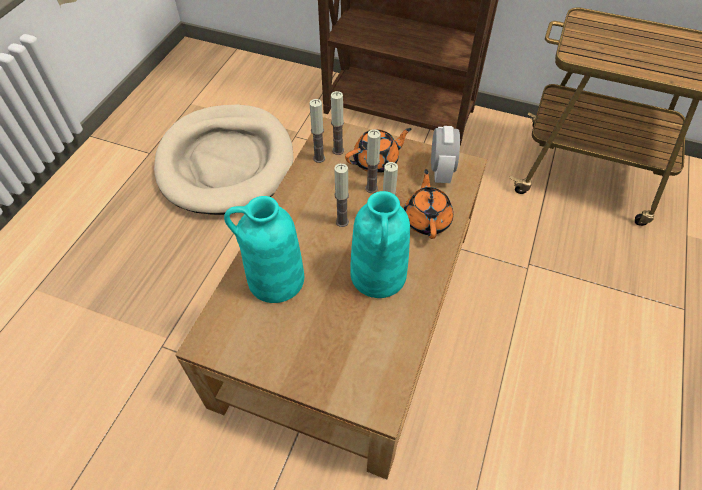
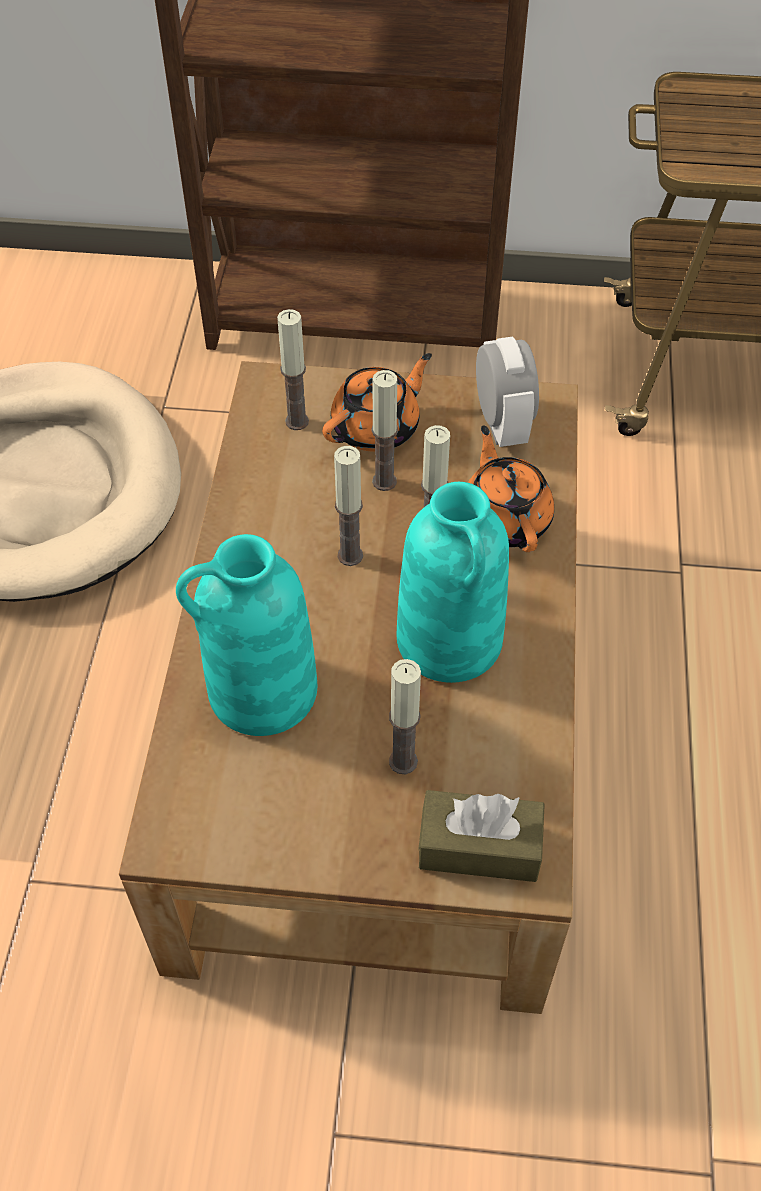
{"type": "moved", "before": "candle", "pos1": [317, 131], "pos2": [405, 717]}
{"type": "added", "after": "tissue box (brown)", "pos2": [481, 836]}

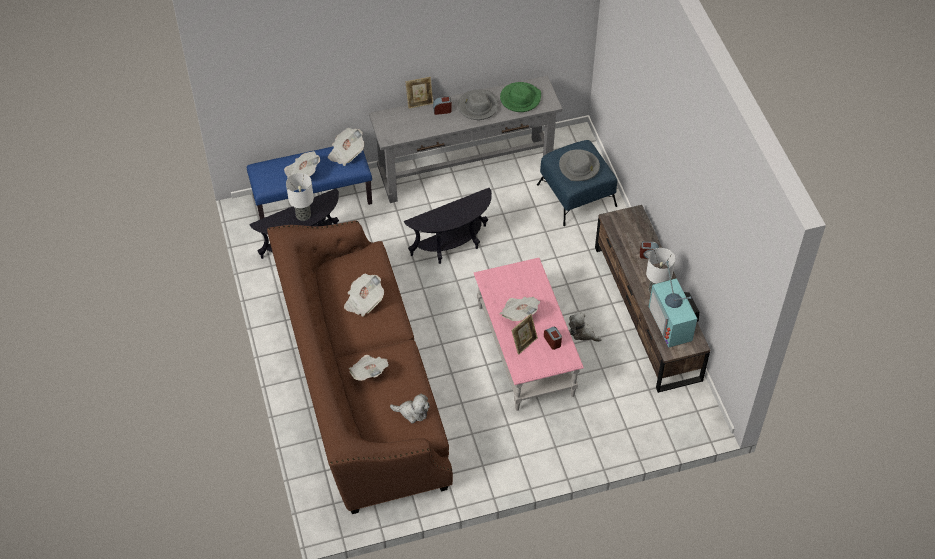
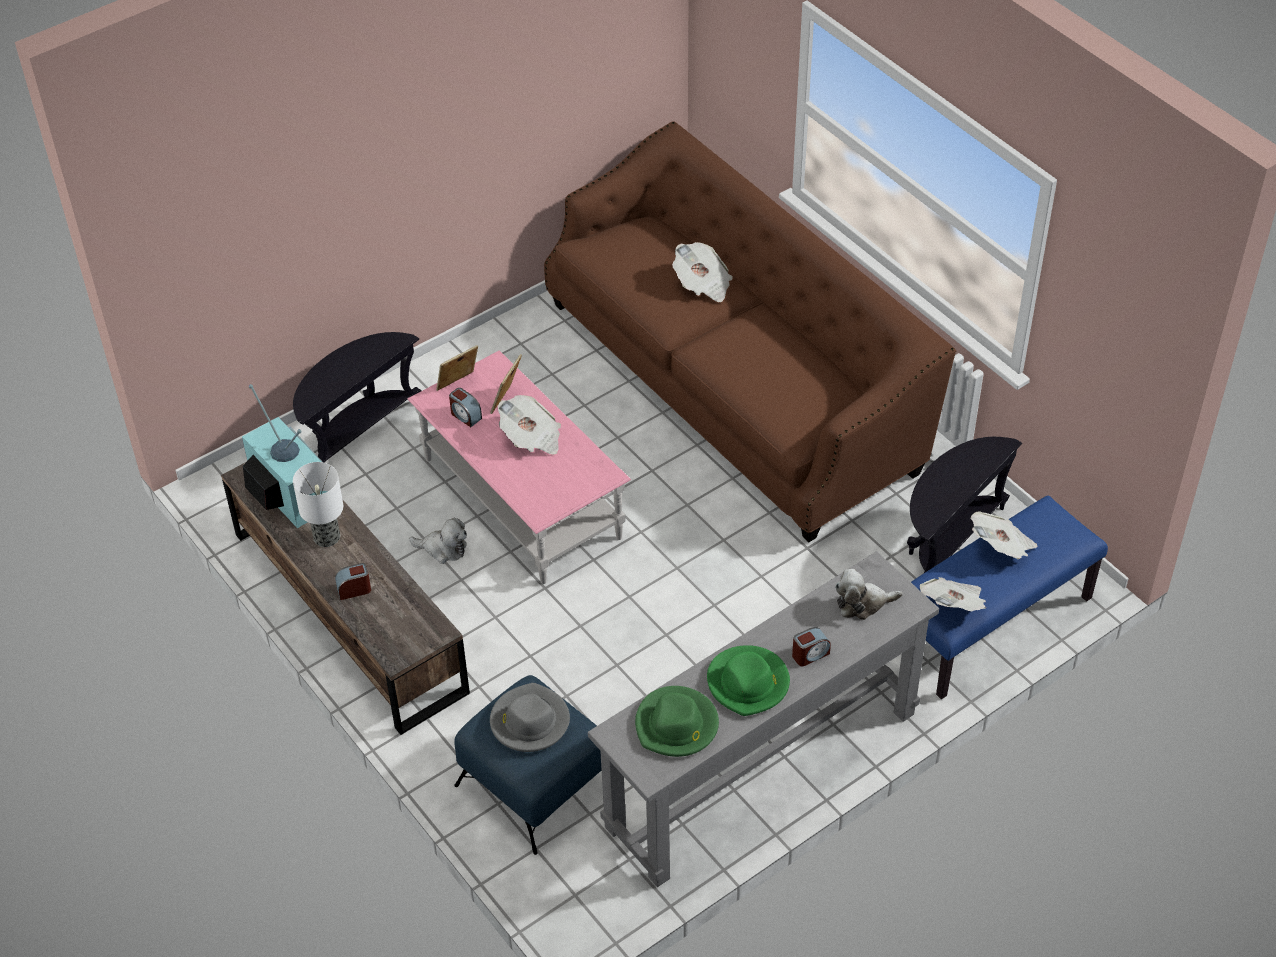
{"type": "moved", "before": "side table (black)", "pos1": [448, 226], "pos2": [357, 397]}
{"type": "moved", "before": "picture frame", "pos1": [419, 93], "pos2": [457, 368]}
{"type": "recoloured", "before": "hat (grey)", "after": "hat (green)", "pos1": [478, 105], "pos2": [748, 680]}
{"type": "moved", "before": "plush toy", "pos1": [410, 409], "pos2": [869, 594]}
{"type": "removed", "before": "table lamp", "pos1": [300, 197]}
{"type": "removed", "before": "newspaper", "pos1": [364, 295]}

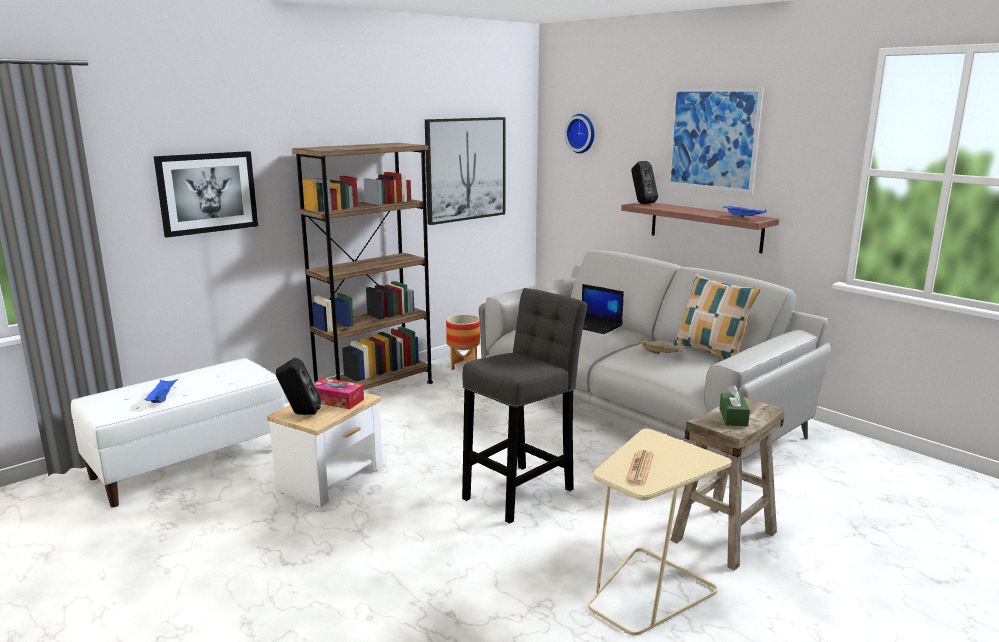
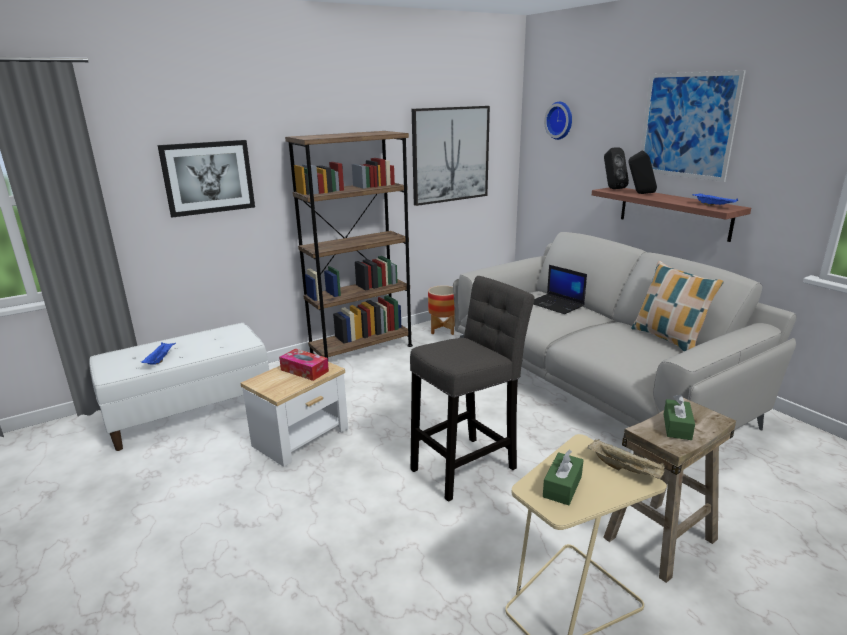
{"type": "replaced", "before": "newspaper", "after": "tissue box (green)", "pos1": [639, 467], "pos2": [563, 477]}
{"type": "moved", "before": "tray (beige)", "pos1": [661, 346], "pos2": [626, 459]}
{"type": "moved", "before": "speaker (black)", "pos1": [298, 386], "pos2": [643, 172]}

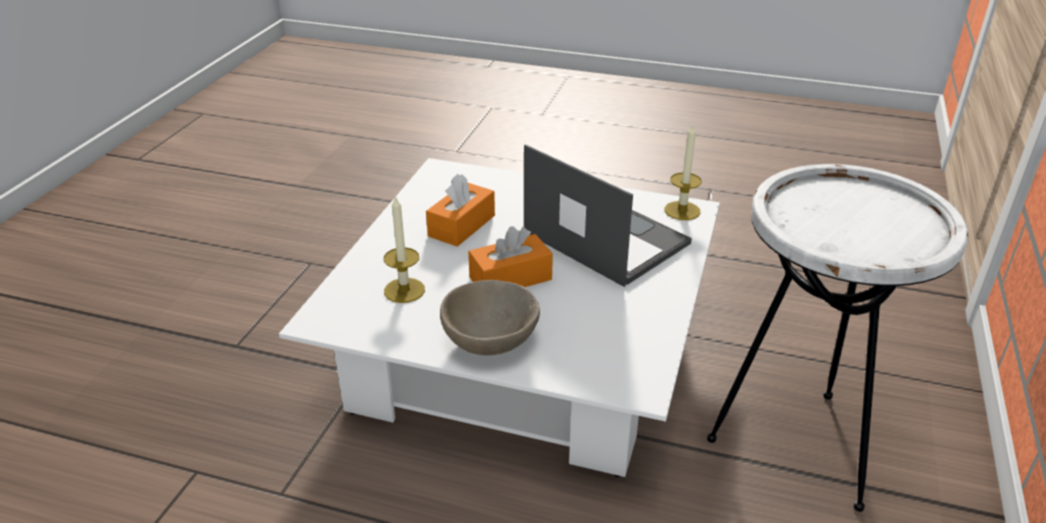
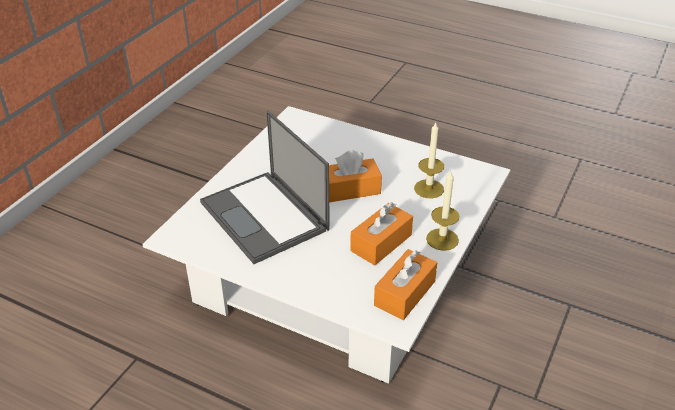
{"type": "added", "after": "tissue box (orange)", "pos2": [405, 284]}
{"type": "moved", "before": "candle", "pos1": [683, 172], "pos2": [443, 211]}
{"type": "removed", "before": "bowl (beige)", "pos1": [490, 317]}
{"type": "removed", "before": "side table (white)", "pos1": [837, 338]}

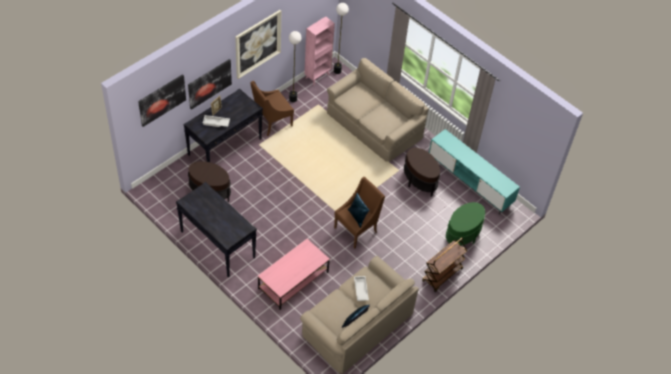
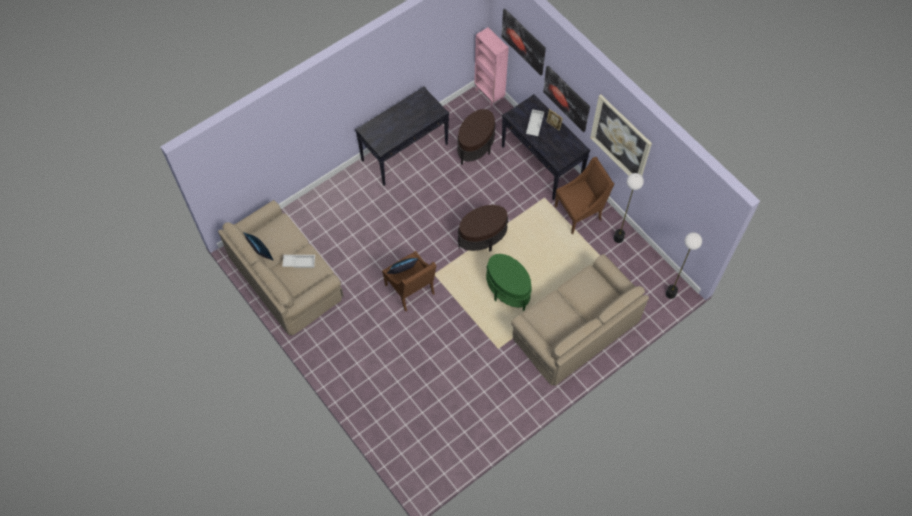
{"type": "moved", "before": "side table (brown)", "pos1": [422, 172], "pos2": [483, 228]}
{"type": "moved", "before": "bookcase (pink)", "pos1": [319, 50], "pos2": [491, 66]}
{"type": "moved", "before": "side table (green)", "pos1": [465, 224], "pos2": [509, 282]}
{"type": "turned", "before": "armchair (brown)", "pos1": [272, 108], "pos2": [584, 195], "turn": 90}
{"type": "removed", "before": "coffee table (pink)", "pos1": [294, 274]}
{"type": "removed", "before": "cart (brown)", "pos1": [444, 265]}
{"type": "removed", "before": "tv stand (turquoise)", "pos1": [474, 172]}

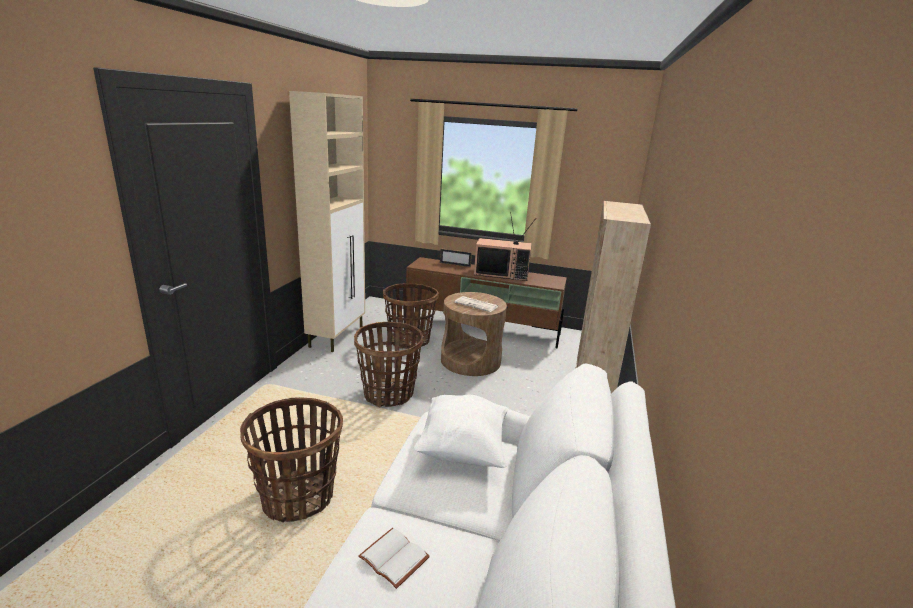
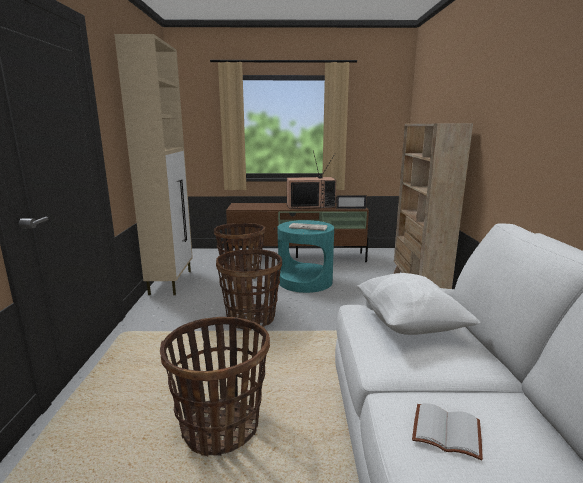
{"type": "recoloured", "before": "side table (brown)", "after": "side table (turquoise)", "pos1": [474, 334], "pos2": [306, 256]}
{"type": "moved", "before": "picture frame", "pos1": [456, 257], "pos2": [351, 202]}

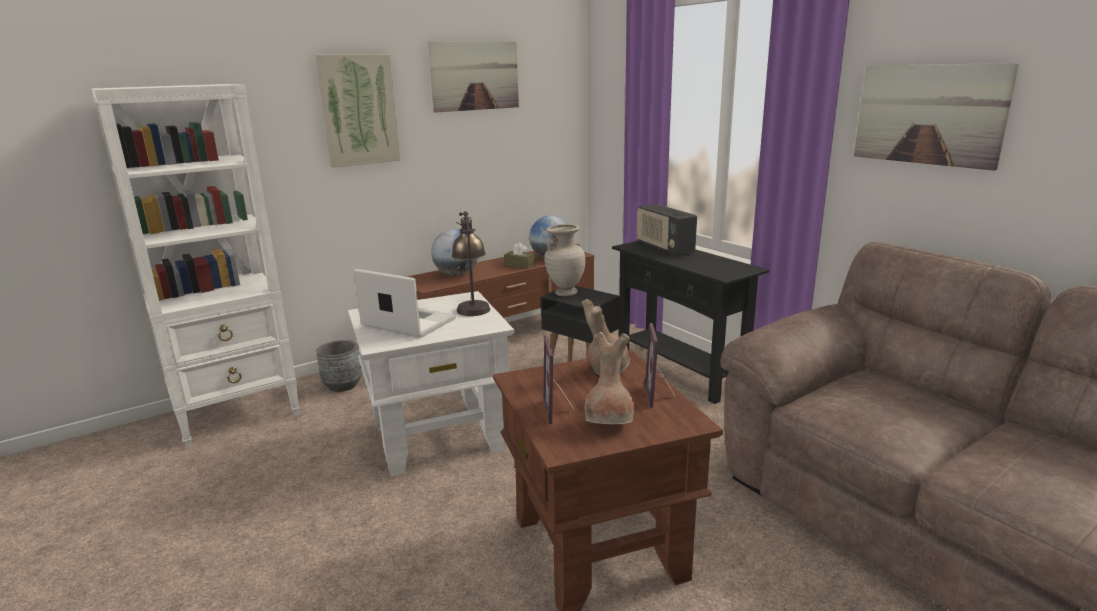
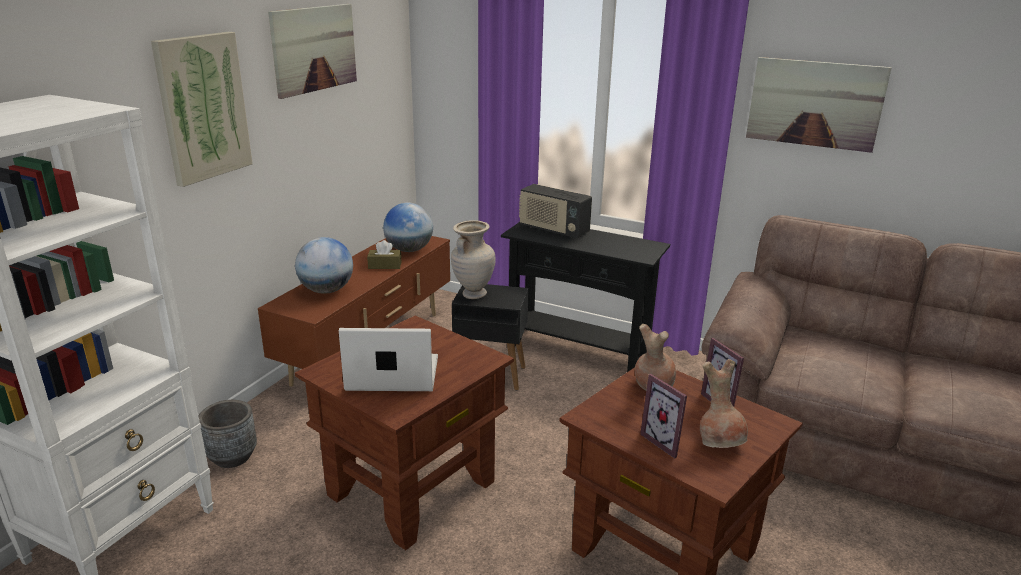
{"type": "recoloured", "before": "side table (white)", "after": "side table (brown)", "pos1": [431, 384], "pos2": [404, 433]}
{"type": "removed", "before": "table lamp", "pos1": [471, 263]}

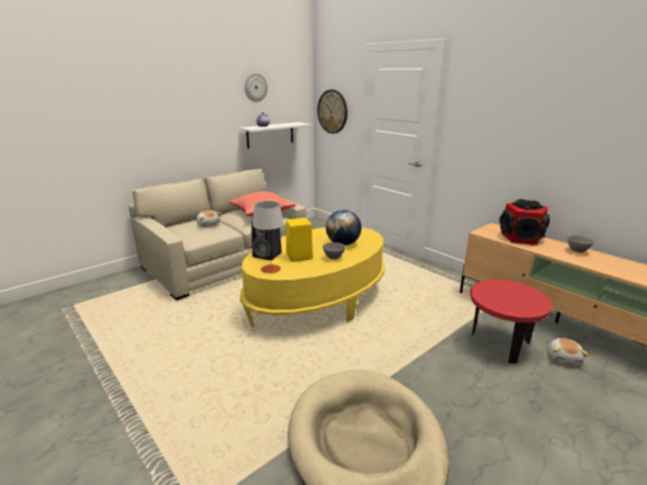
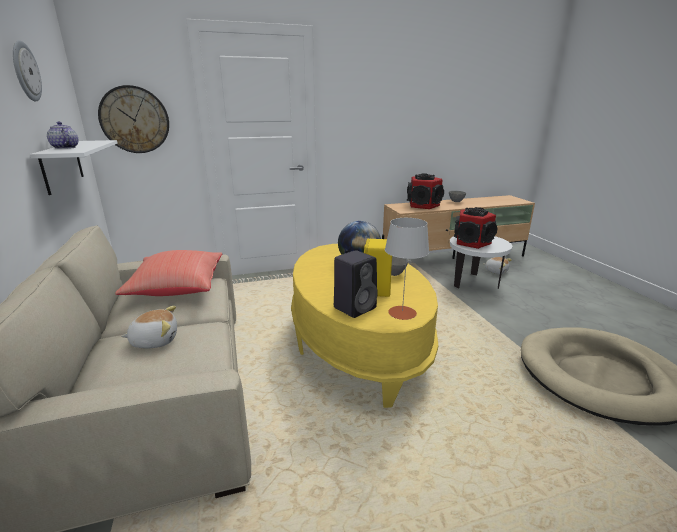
{"type": "recoloured", "before": "side table (red)", "after": "side table (white)", "pos1": [511, 321], "pos2": [481, 262]}
{"type": "added", "after": "speaker", "pos2": [475, 228]}

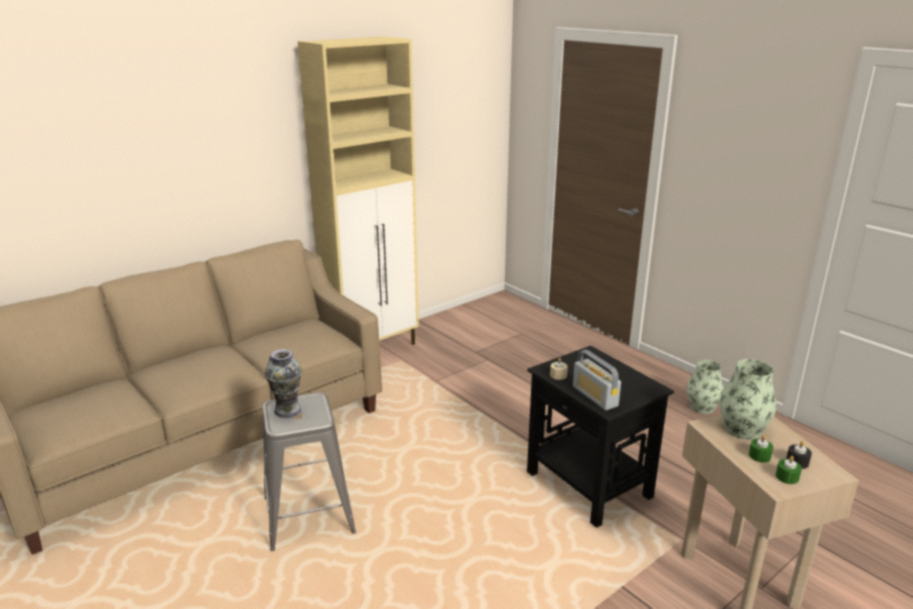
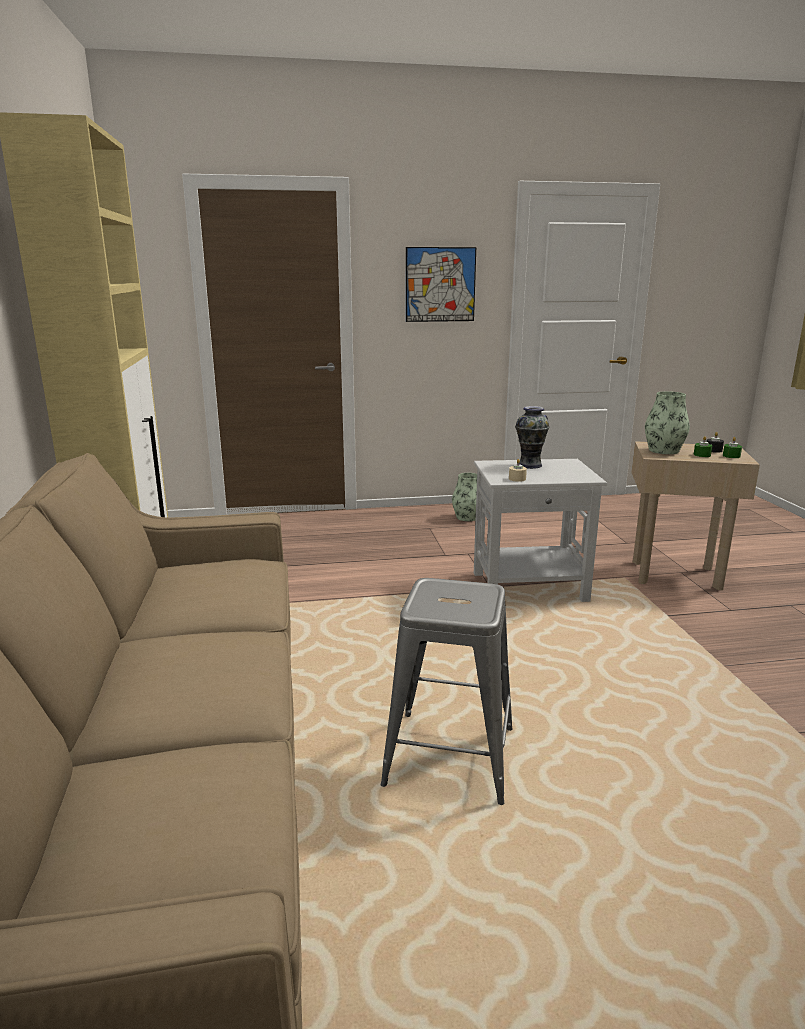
{"type": "added", "after": "picture", "pos2": [441, 284]}
{"type": "recoloured", "before": "side table (black)", "after": "side table (white)", "pos1": [600, 437], "pos2": [540, 530]}
{"type": "moved", "before": "vase", "pos1": [283, 383], "pos2": [532, 437]}
{"type": "removed", "before": "radio", "pos1": [597, 379]}

